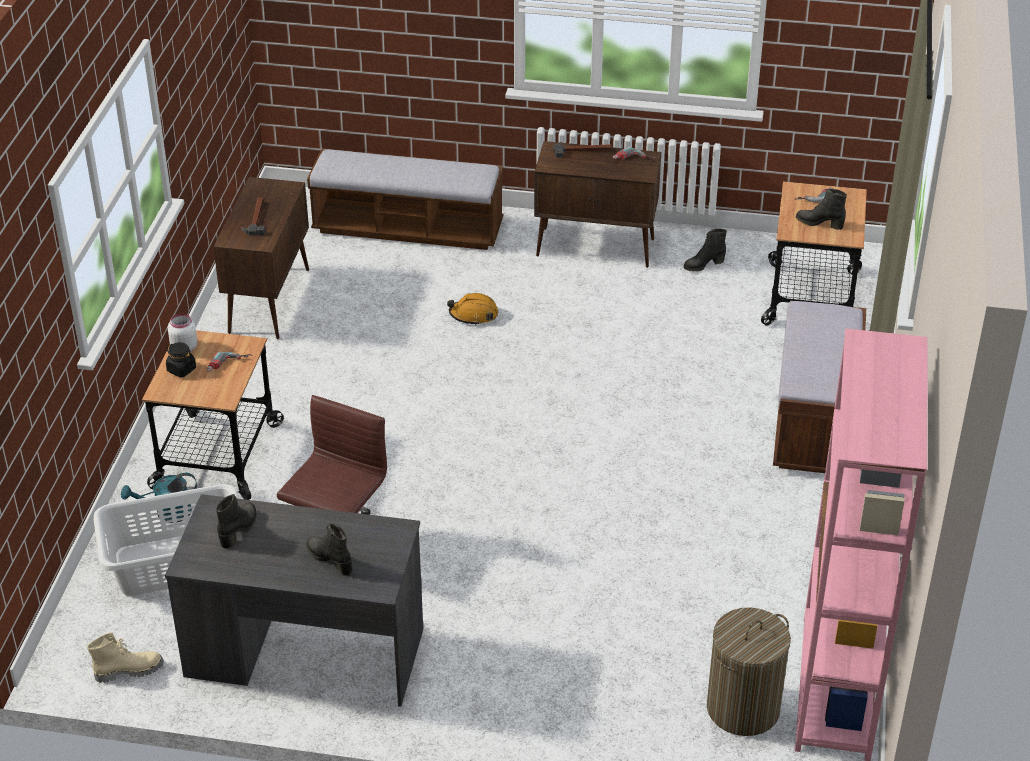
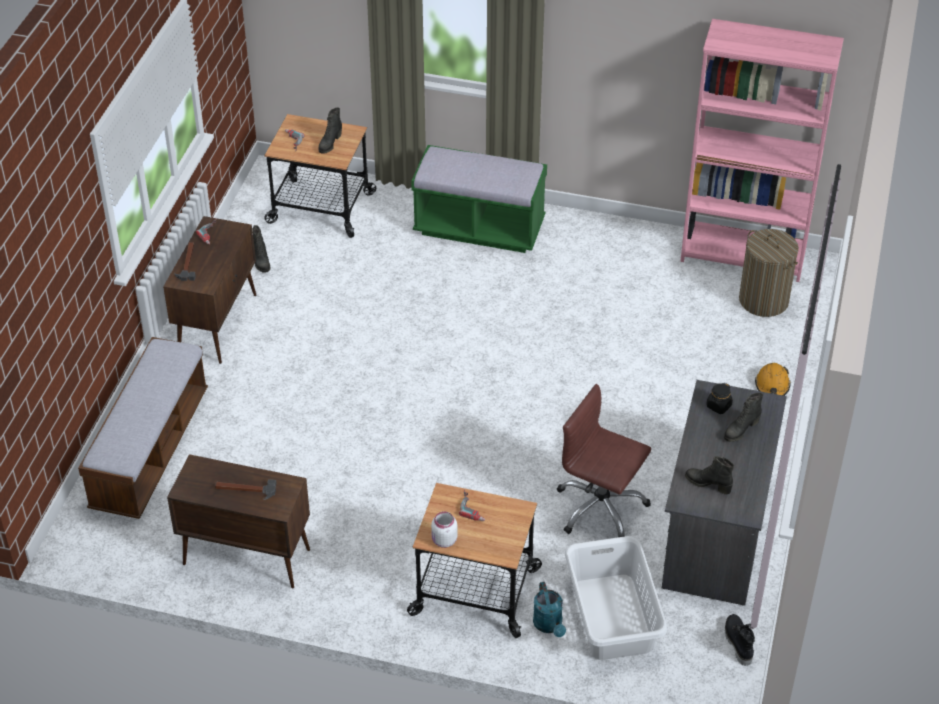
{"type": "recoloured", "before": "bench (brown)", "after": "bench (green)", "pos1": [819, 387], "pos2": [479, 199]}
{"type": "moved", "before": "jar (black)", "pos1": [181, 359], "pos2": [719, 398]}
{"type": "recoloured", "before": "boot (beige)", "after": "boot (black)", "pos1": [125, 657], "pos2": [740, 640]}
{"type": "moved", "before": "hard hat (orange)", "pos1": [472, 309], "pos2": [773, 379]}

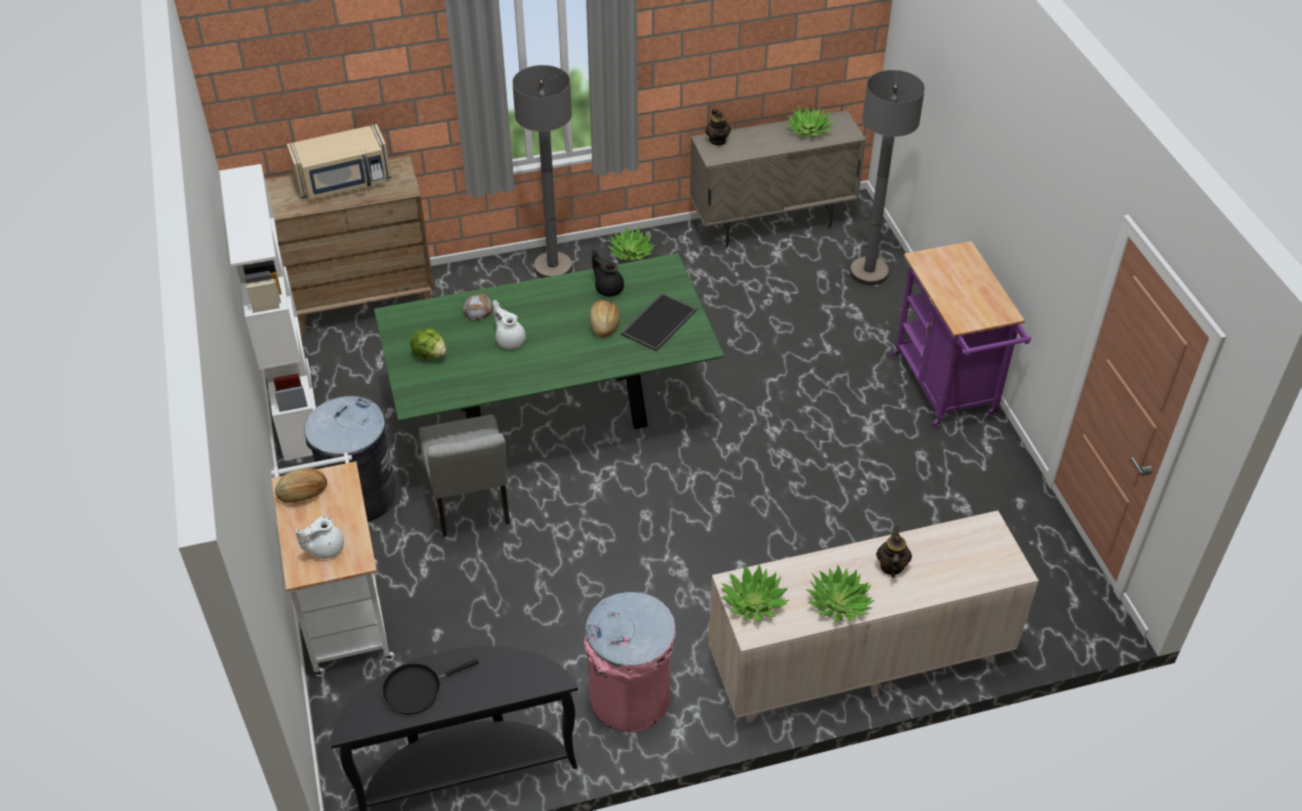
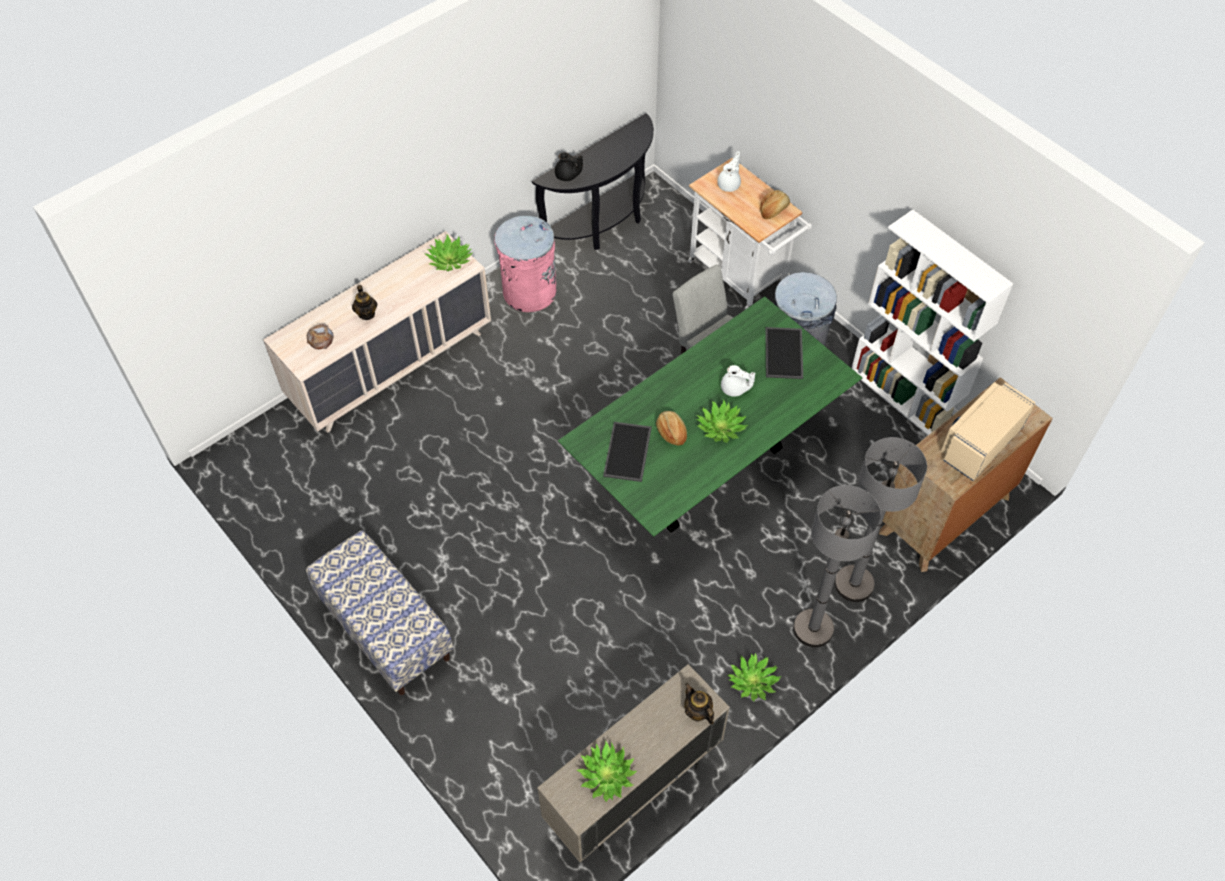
{"type": "replaced", "before": "cart (purple)", "after": "bench", "pos1": [961, 334], "pos2": [379, 613]}
{"type": "moved", "before": "bread", "pos1": [477, 307], "pos2": [320, 336]}
{"type": "moved", "before": "teapot (black)", "pos1": [608, 273], "pos2": [569, 166]}
{"type": "moved", "before": "potted plant", "pos1": [840, 593], "pos2": [722, 421]}
{"type": "replaced", "before": "lettuce", "after": "tray", "pos1": [428, 344], "pos2": [784, 353]}
{"type": "moved", "before": "floor lamp (grey)", "pos1": [887, 177], "pos2": [880, 519]}
{"type": "removed", "before": "frying pan (black)", "pos1": [430, 686]}

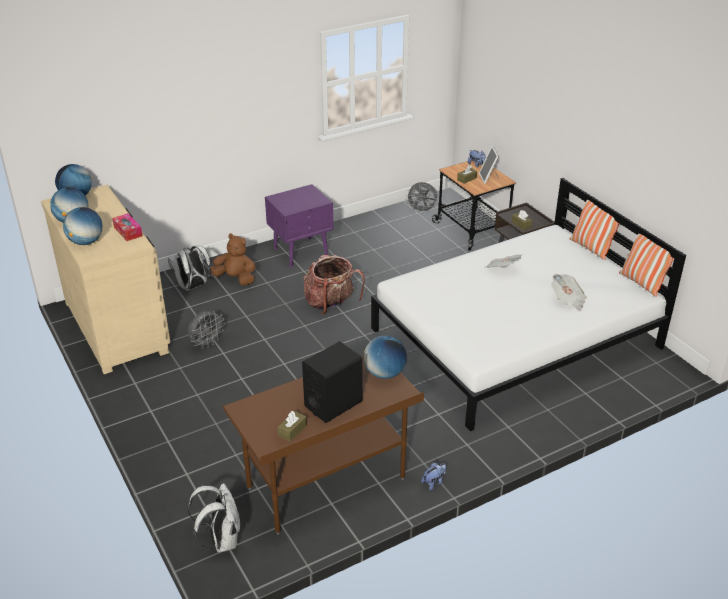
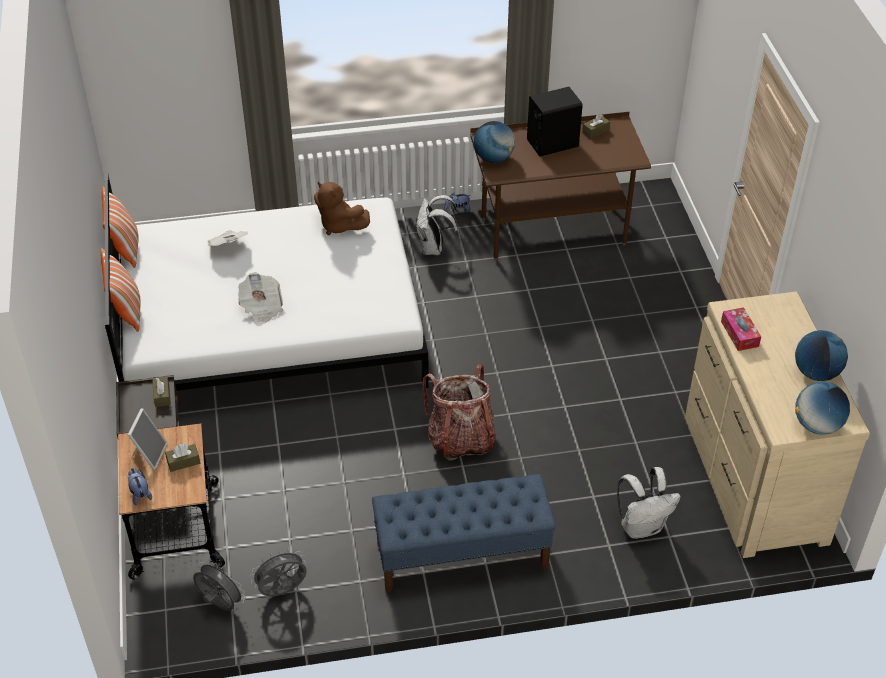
{"type": "moved", "before": "fan (grey)", "pos1": [206, 329], "pos2": [278, 572]}
{"type": "moved", "before": "plush toy (brown)", "pos1": [232, 260], "pos2": [342, 208]}
{"type": "replaced", "before": "nightstand (purple)", "after": "bench (blue)", "pos1": [299, 225], "pos2": [464, 533]}
{"type": "moved", "before": "backpack (white)", "pos1": [214, 518], "pos2": [437, 225]}
{"type": "removed", "before": "globe", "pos1": [82, 226]}

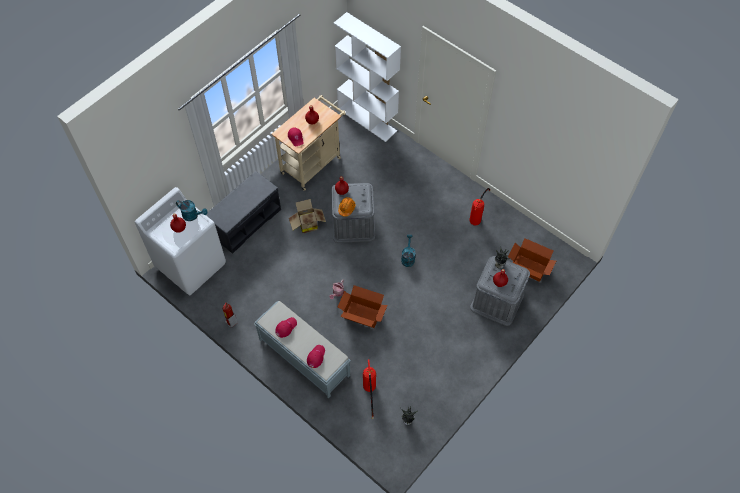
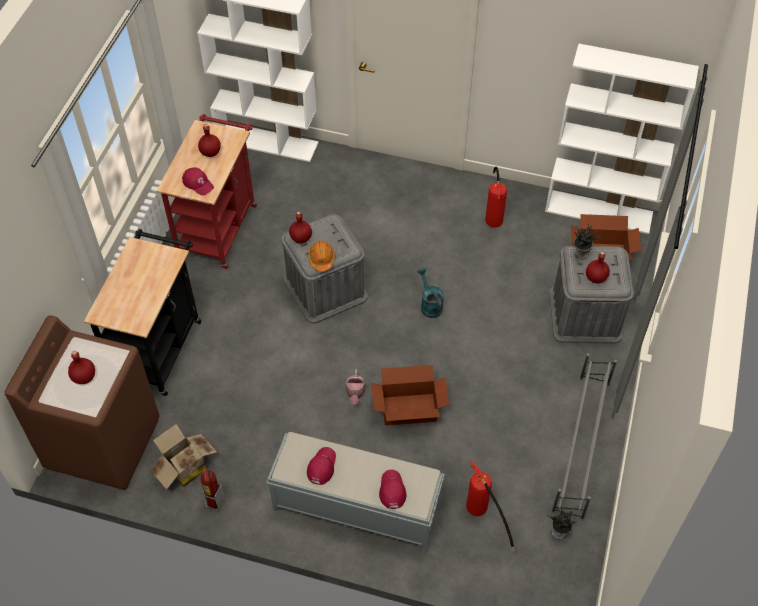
{"type": "recoloured", "before": "washing machine (white)", "after": "washing machine (brown)", "pos1": [180, 241], "pos2": [82, 402]}
{"type": "replaced", "before": "bench (grey)", "after": "cart (black)", "pos1": [243, 212], "pos2": [142, 312]}
{"type": "moved", "before": "cardboard box", "pos1": [307, 216], "pos2": [184, 457]}
{"type": "recoloured", "before": "cart (beige)", "after": "cart (red)", "pos1": [308, 143], "pos2": [207, 191]}
{"type": "added", "after": "bookcase (white)", "pos2": [622, 139]}
{"type": "added", "after": "shoe rack (grey)", "pos2": [584, 437]}
{"type": "removed", "before": "watering can (turquoise)", "pos1": [192, 210]}

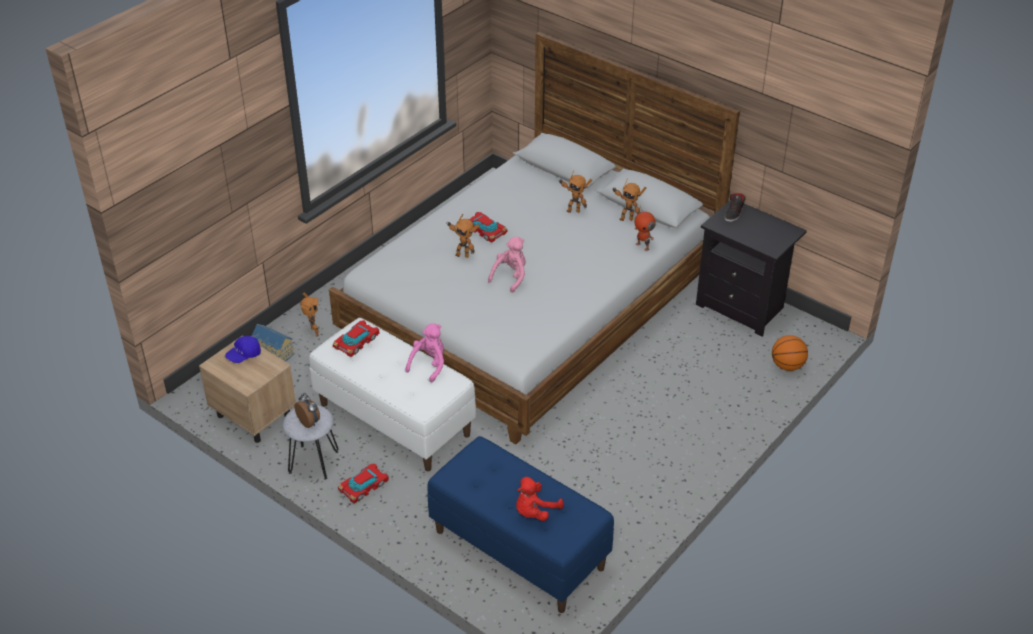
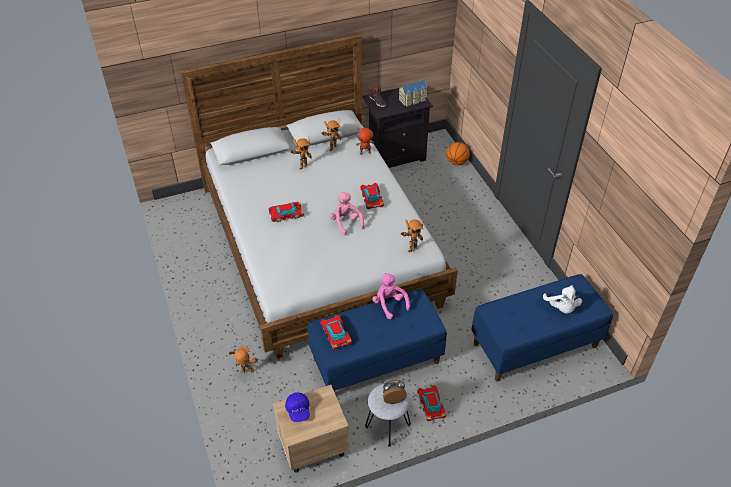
{"type": "recoloured", "before": "bench (white)", "after": "bench (blue)", "pos1": [392, 394], "pos2": [377, 340]}
{"type": "added", "after": "toy car", "pos2": [372, 196]}
{"type": "moved", "before": "toy house", "pos1": [273, 343], "pos2": [413, 93]}
{"type": "moved", "before": "toy robot", "pos1": [463, 236], "pos2": [412, 235]}
{"type": "recoloured", "before": "plush toy (red)", "after": "plush toy (white)", "pos1": [540, 499], "pos2": [562, 299]}

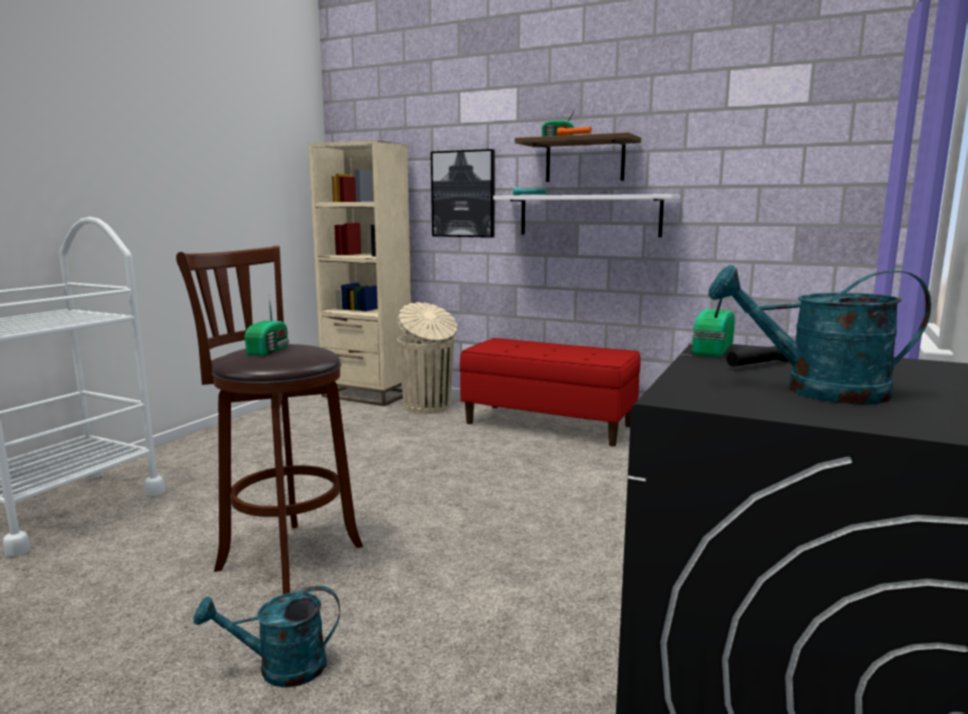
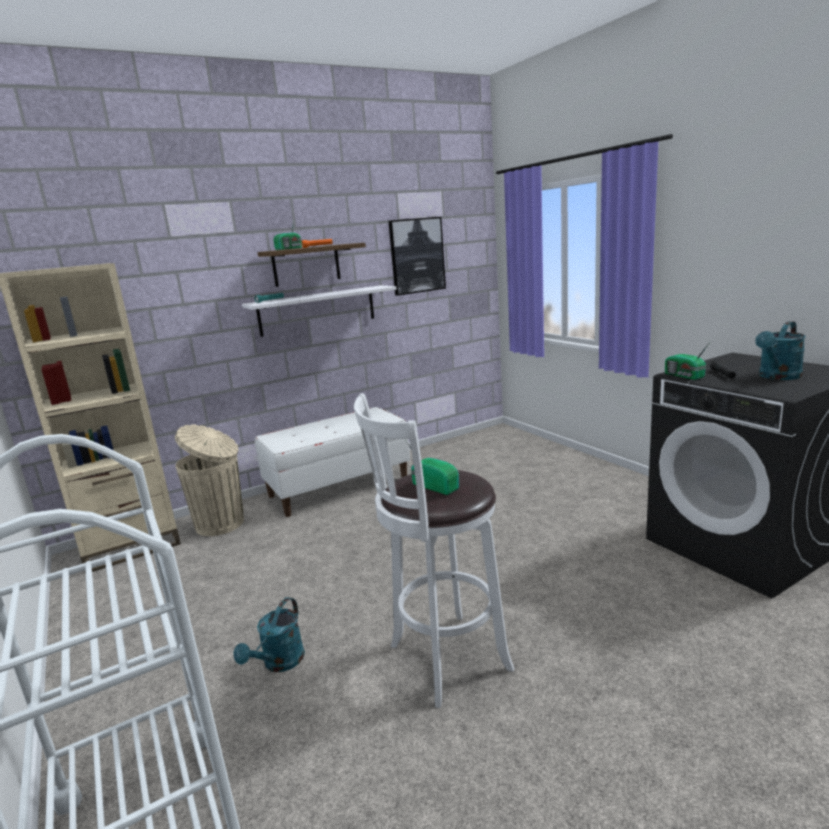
{"type": "moved", "before": "watering can (turquoise)", "pos1": [267, 636], "pos2": [269, 634]}
{"type": "recoloured", "before": "bench (red)", "after": "bench (white)", "pos1": [550, 392], "pos2": [332, 462]}
{"type": "recoloured", "before": "stool (brown)", "after": "stool (white)", "pos1": [269, 420], "pos2": [434, 550]}
{"type": "moved", "before": "picture", "pos1": [463, 193], "pos2": [417, 256]}

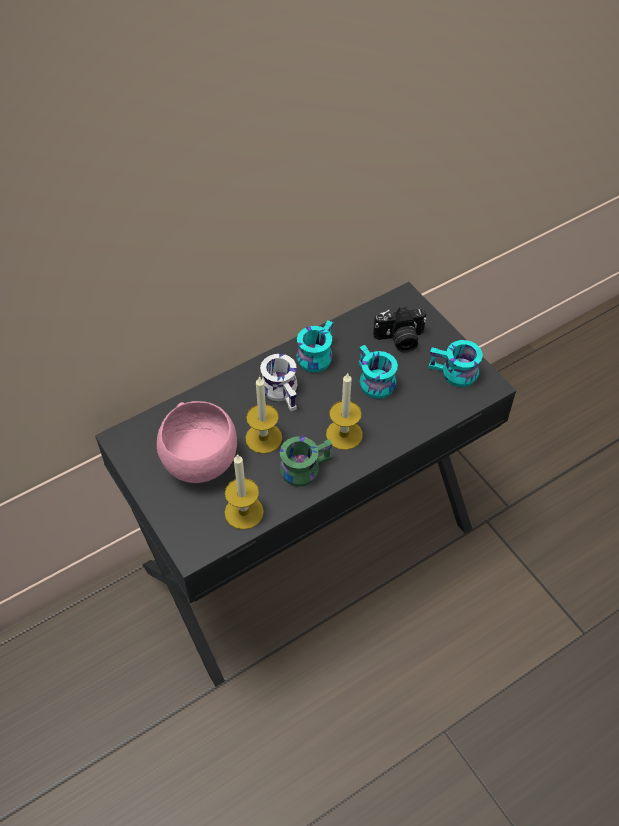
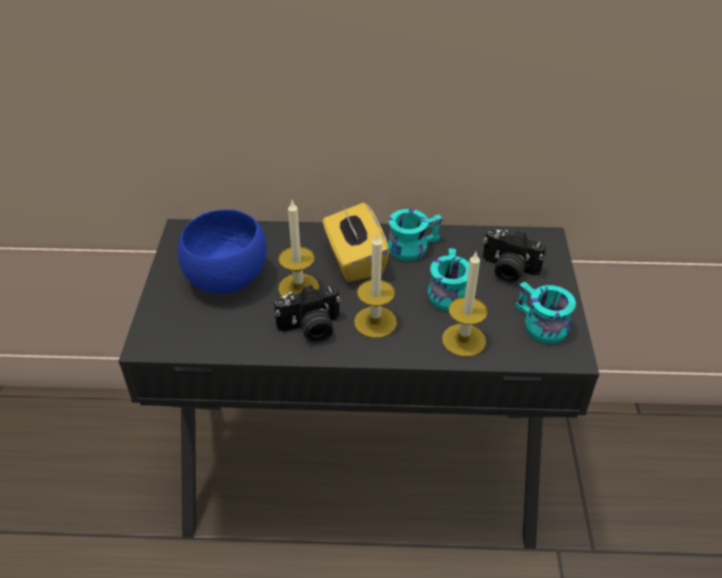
{"type": "recoloured", "before": "bowl (pink)", "after": "bowl (blue)", "pos1": [197, 442], "pos2": [222, 251]}
{"type": "replaced", "before": "mug (green)", "after": "photo camera", "pos1": [306, 461], "pos2": [307, 314]}
{"type": "replaced", "before": "mug (white)", "after": "tissue box (yellow)", "pos1": [279, 382], "pos2": [356, 242]}
{"type": "moved", "before": "candle", "pos1": [244, 492], "pos2": [465, 304]}

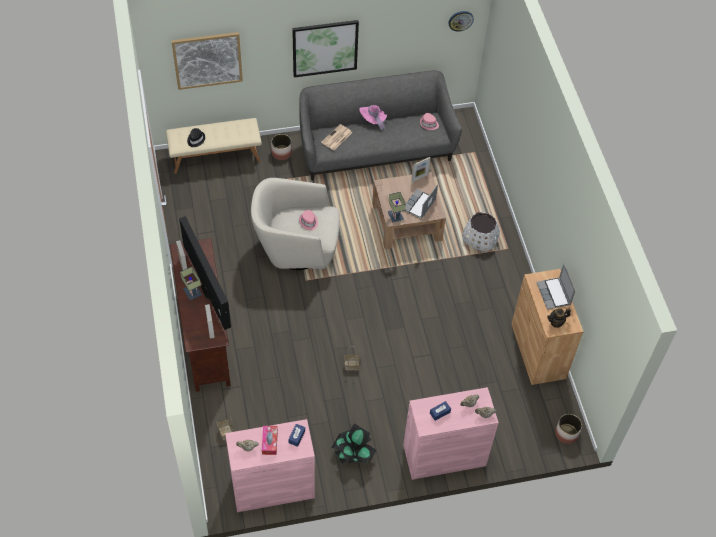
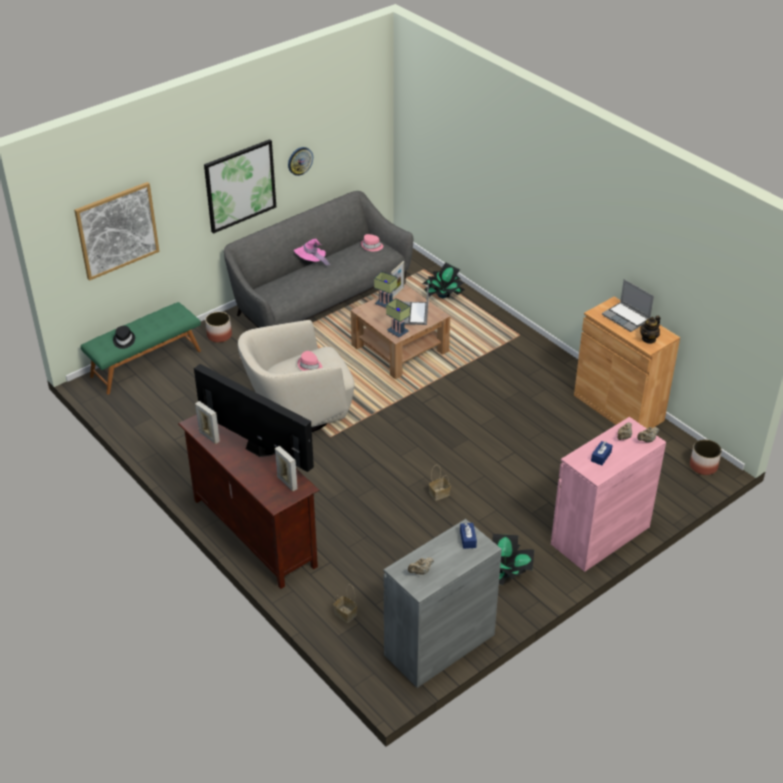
{"type": "recoloured", "before": "bench (beige)", "after": "bench (green)", "pos1": [214, 146], "pos2": [141, 348]}
{"type": "moved", "before": "wall clock", "pos1": [461, 21], "pos2": [300, 161]}
{"type": "moved", "before": "table lamp", "pos1": [191, 283], "pos2": [385, 289]}
{"type": "recoloured", "before": "cabinet (pink)", "after": "cabinet (grey)", "pos1": [270, 465], "pos2": [443, 603]}
{"type": "added", "after": "potted plant", "pos2": [444, 280]}
{"type": "removed", "before": "tissue box", "pos1": [270, 440]}
{"type": "removed", "before": "newspaper", "pos1": [336, 137]}
{"type": "removed", "before": "planter (white)", "pos1": [481, 231]}

